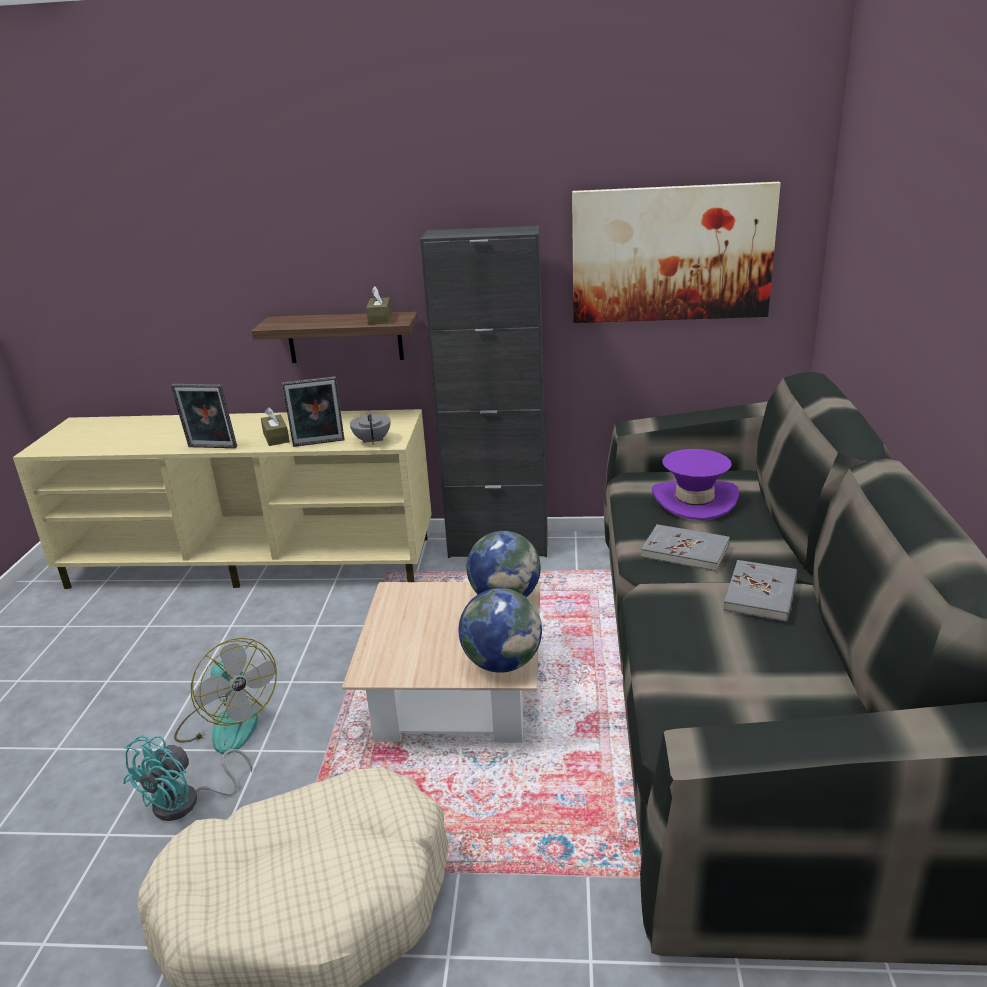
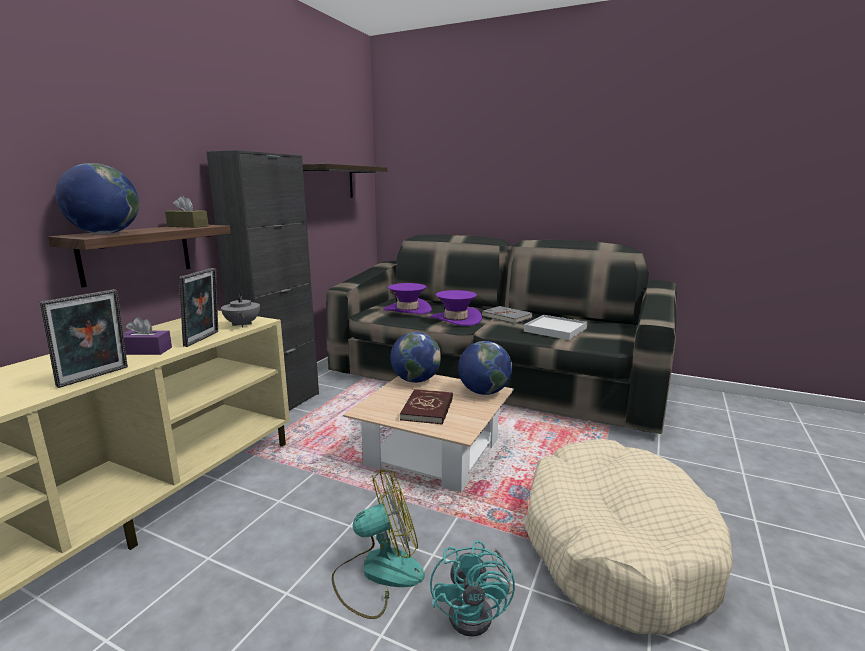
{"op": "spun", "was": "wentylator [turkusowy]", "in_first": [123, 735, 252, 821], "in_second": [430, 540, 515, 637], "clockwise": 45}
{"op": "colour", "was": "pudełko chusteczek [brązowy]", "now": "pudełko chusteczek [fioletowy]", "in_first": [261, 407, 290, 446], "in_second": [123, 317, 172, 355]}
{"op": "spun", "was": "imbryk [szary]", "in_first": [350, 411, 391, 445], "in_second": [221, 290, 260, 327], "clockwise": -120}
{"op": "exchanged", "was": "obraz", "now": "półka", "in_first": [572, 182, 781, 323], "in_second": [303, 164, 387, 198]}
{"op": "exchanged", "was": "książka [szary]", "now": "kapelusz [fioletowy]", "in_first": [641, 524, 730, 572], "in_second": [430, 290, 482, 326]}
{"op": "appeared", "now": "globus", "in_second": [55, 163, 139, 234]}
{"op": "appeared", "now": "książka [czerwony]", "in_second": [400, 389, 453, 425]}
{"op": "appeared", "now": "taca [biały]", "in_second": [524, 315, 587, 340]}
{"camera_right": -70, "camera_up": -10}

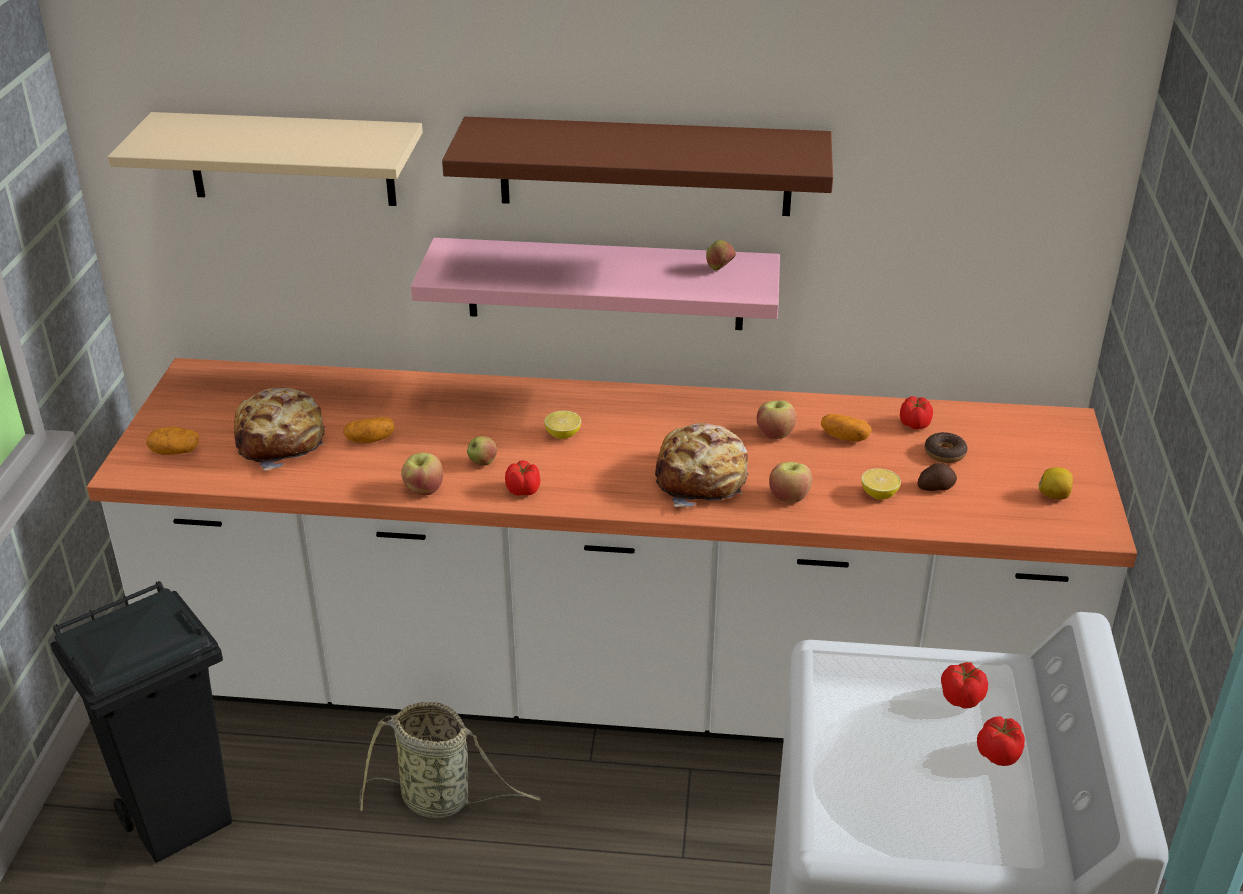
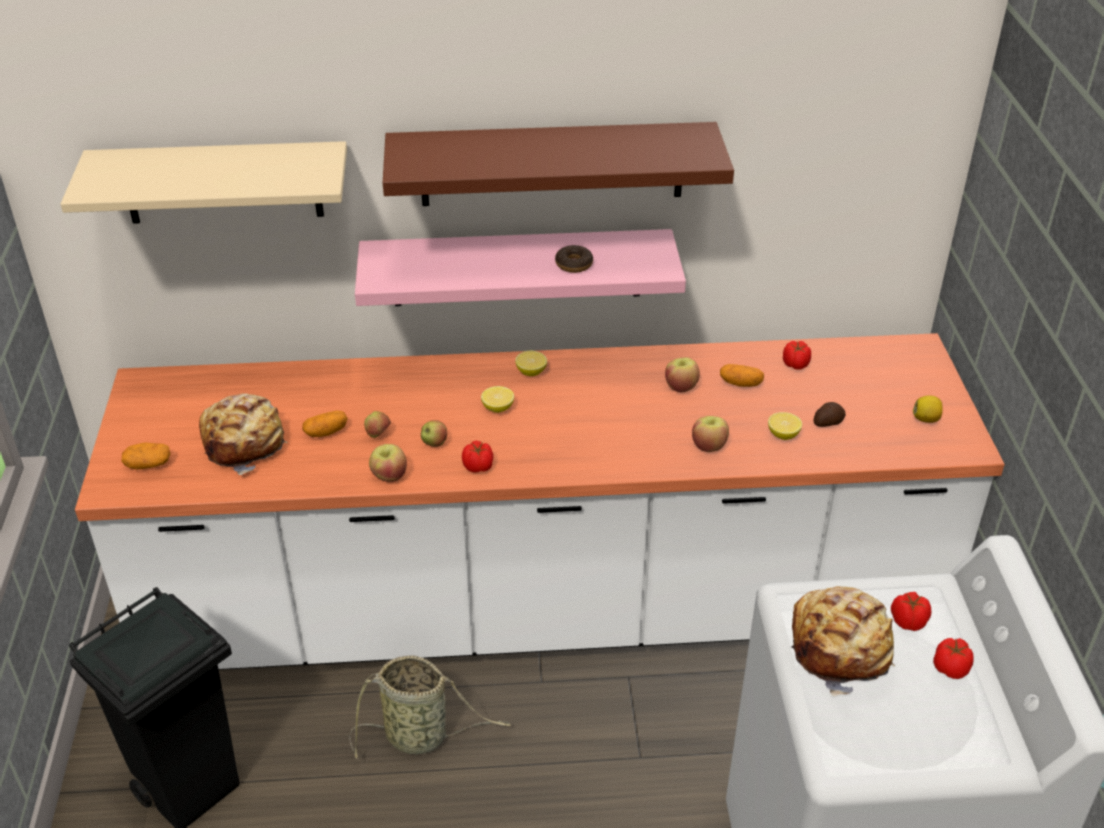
{"op": "relocated", "was": "chleb", "in_first": [655, 423, 748, 507], "in_second": [791, 586, 895, 696]}
{"op": "relocated", "was": "jabłko", "in_first": [706, 240, 736, 270], "in_second": [364, 411, 391, 438]}
{"op": "relocated", "was": "donut", "in_first": [925, 432, 968, 463], "in_second": [555, 245, 593, 273]}
{"op": "appeared", "now": "cytryna", "in_second": [515, 351, 547, 376]}
{"camera_right": -10, "camera_up": 5}

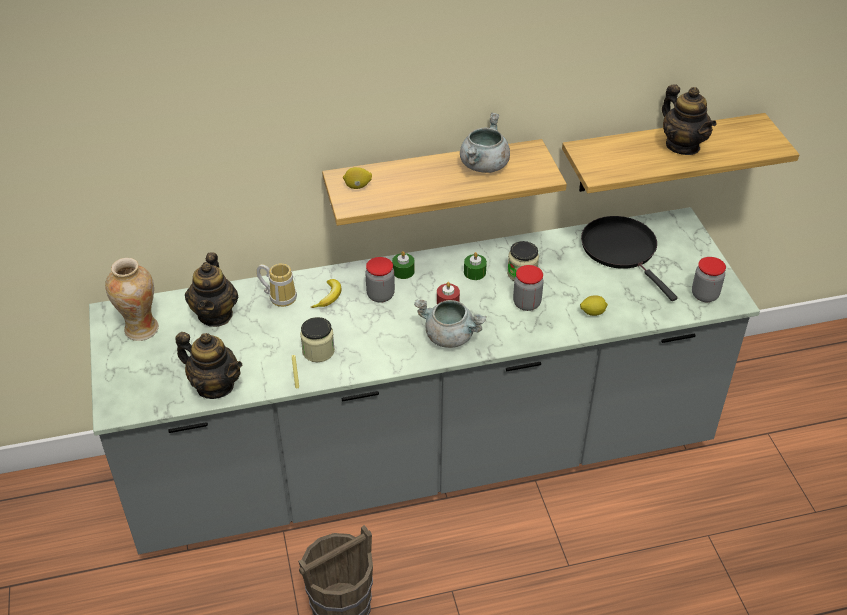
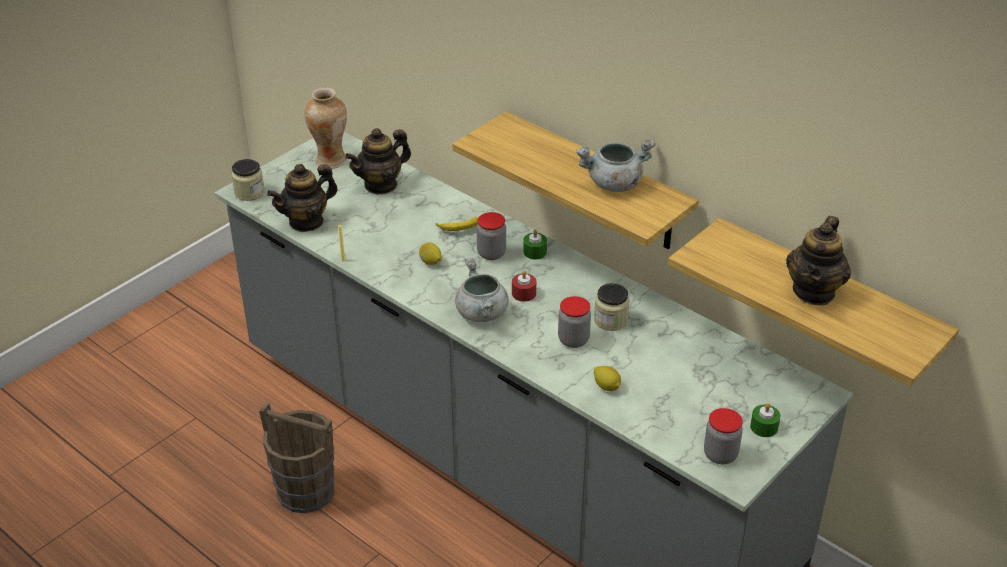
{"op": "spun", "was": "imbryk", "in_first": [176, 332, 242, 399], "in_second": [267, 164, 338, 232], "clockwise": 60}
{"op": "missing", "was": "kubek", "in_first": [256, 263, 297, 307]}
{"op": "relocated", "was": "słoik", "in_first": [300, 317, 335, 362], "in_second": [231, 159, 265, 201]}
{"op": "relocated", "was": "cytryna", "in_first": [343, 167, 372, 189], "in_second": [419, 243, 442, 265]}
{"op": "relocated", "was": "świeca [zielony]", "in_first": [464, 252, 487, 280], "in_second": [750, 403, 780, 437]}
{"op": "missing", "was": "patelnia [czarny]", "in_first": [581, 216, 678, 301]}
{"camera_right": 55, "camera_up": -5}

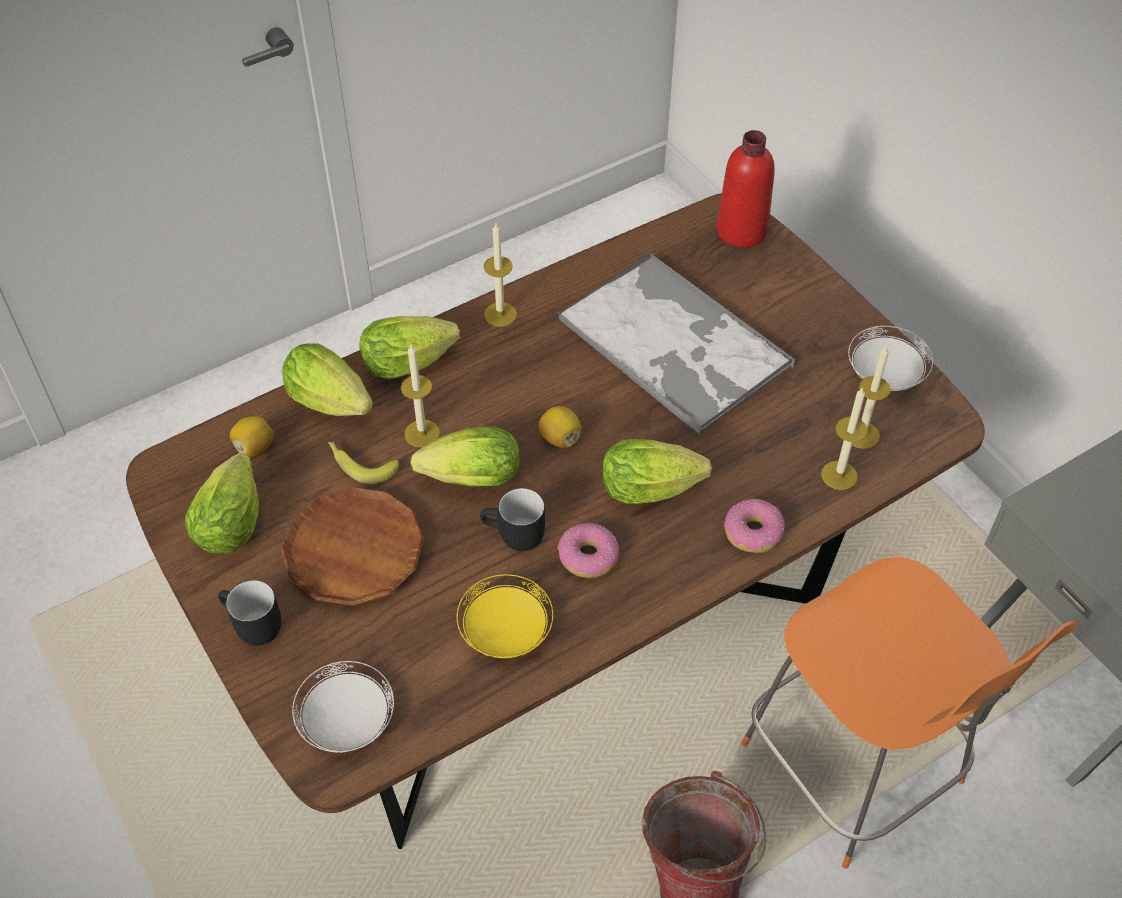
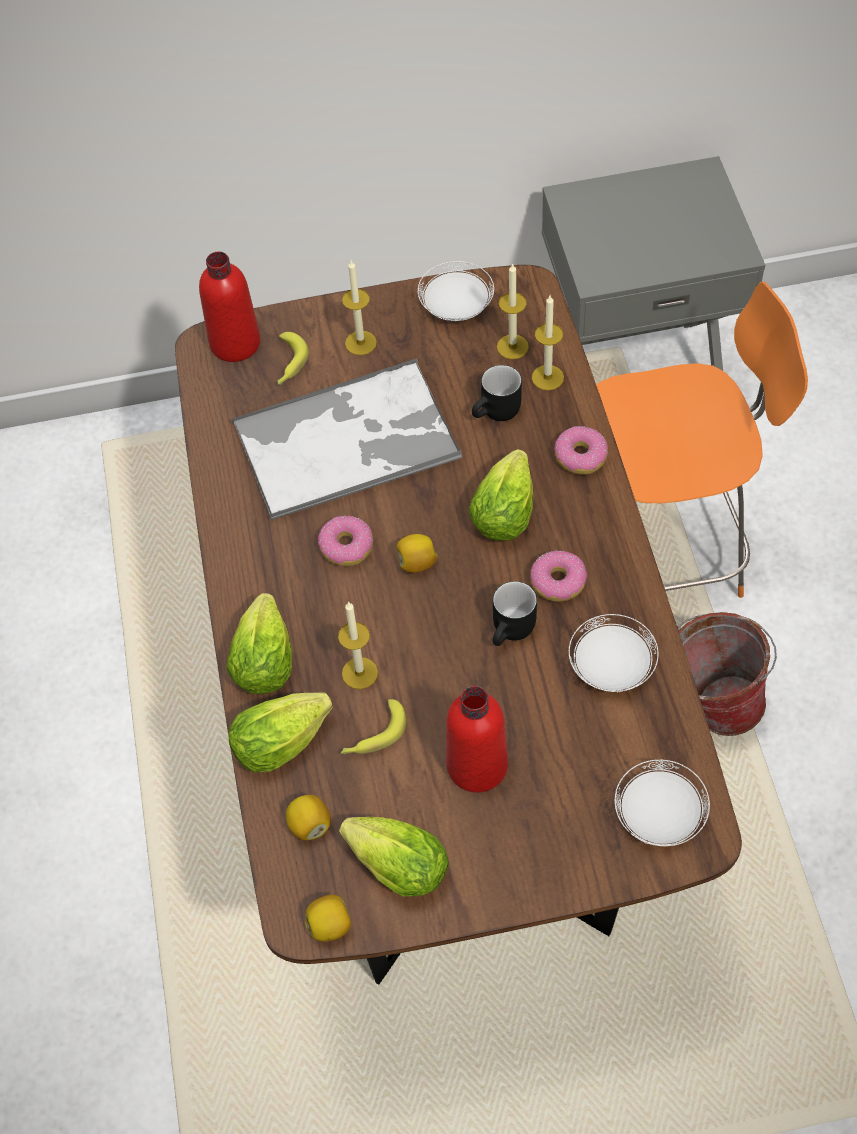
{"op": "relocated", "was": "kubek [czarny]", "in_first": [218, 580, 281, 646], "in_second": [472, 365, 522, 421]}
{"op": "exchanged", "was": "talerz [brązowy]", "now": "butelka [czerwony]", "in_first": [281, 487, 424, 605], "in_second": [446, 686, 508, 793]}
{"op": "missing", "was": "sałata", "in_first": [410, 426, 520, 487]}
{"op": "colour", "was": "talerz [żółty]", "now": "talerz [biały]", "in_first": [457, 574, 553, 658], "in_second": [569, 614, 659, 693]}
{"op": "relocated", "was": "świeca", "in_first": [484, 224, 517, 327], "in_second": [342, 261, 377, 355]}
{"op": "appeared", "now": "banan", "in_second": [277, 332, 309, 385]}
{"op": "appeared", "now": "cytryna", "in_second": [305, 895, 351, 942]}
{"op": "appeared", "now": "donut", "in_second": [318, 516, 373, 566]}
{"camera_right": -65, "camera_up": 5}

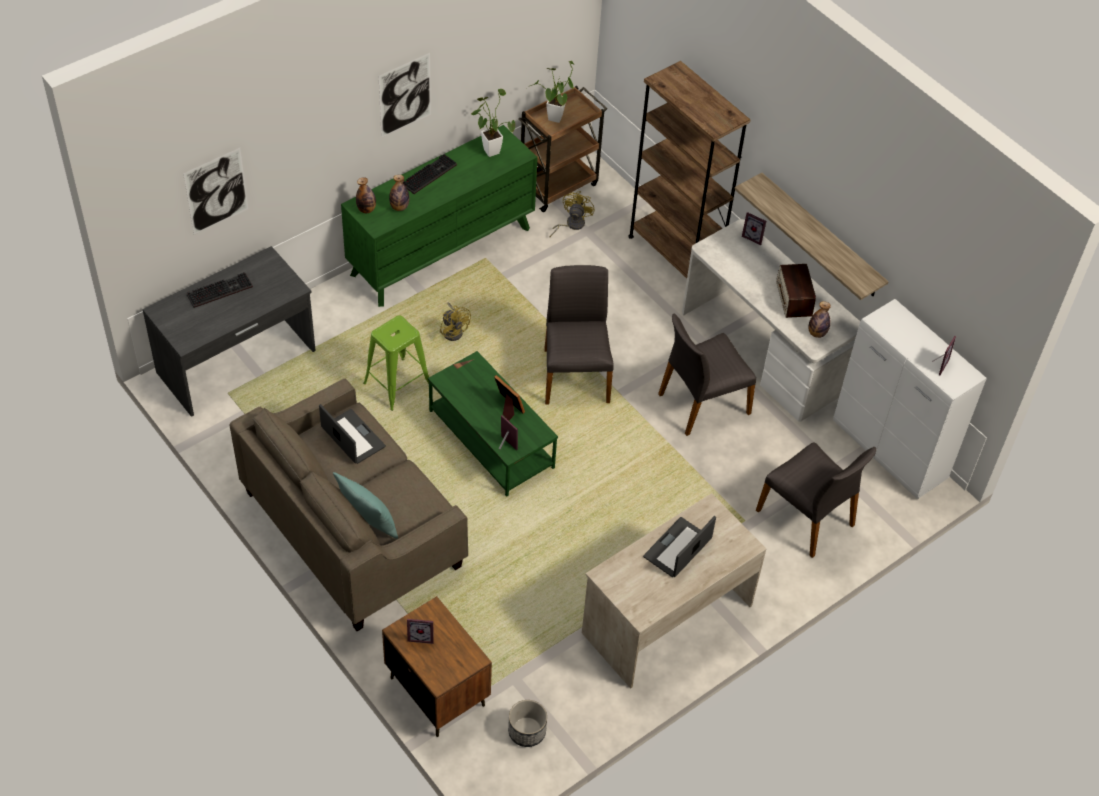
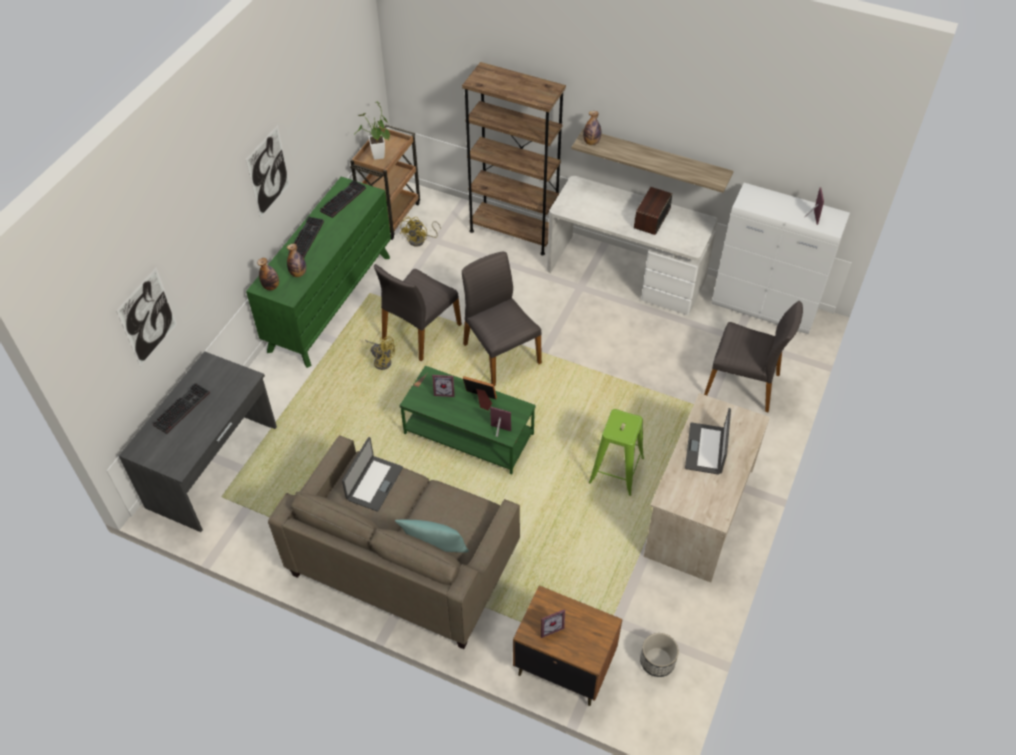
{"op": "spun", "was": "laptop", "in_first": [319, 404, 386, 464], "in_second": [342, 437, 403, 512], "clockwise": 90}
{"op": "relocated", "was": "stołek [zielony]", "in_first": [363, 315, 429, 411], "in_second": [589, 409, 644, 496]}
{"op": "exchanged", "was": "roślina doniczkowa", "now": "klawiatura", "in_first": [471, 89, 515, 157], "in_second": [320, 180, 366, 218]}
{"op": "spun", "was": "wentylator [żółty]", "in_first": [550, 191, 595, 237], "in_second": [400, 216, 441, 247], "clockwise": -150}
{"op": "relocated", "was": "krzesło [szary]", "in_first": [658, 313, 756, 436], "in_second": [374, 264, 462, 361]}
{"op": "relocated", "was": "ramka na zdjęcie", "in_first": [742, 212, 766, 245], "in_second": [432, 375, 455, 397]}
{"op": "spun", "was": "radio", "in_first": [776, 264, 816, 318], "in_second": [634, 187, 672, 235], "clockwise": 60}
{"op": "relocated", "was": "butelka", "in_first": [808, 301, 831, 338], "in_second": [583, 111, 601, 145]}
{"camera_right": -25, "camera_up": 0}

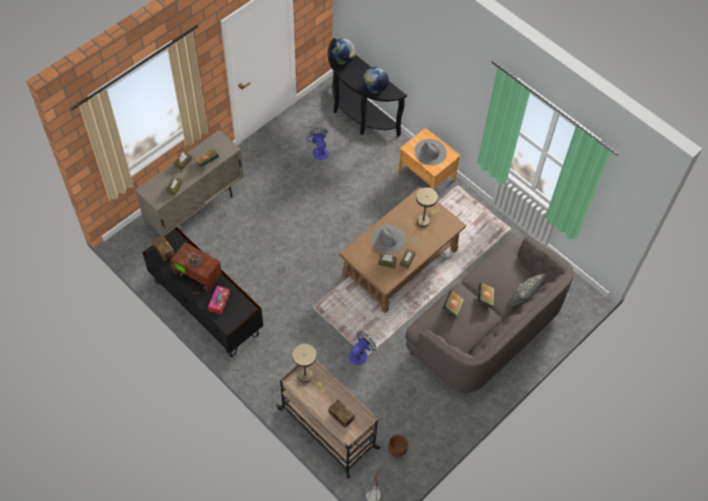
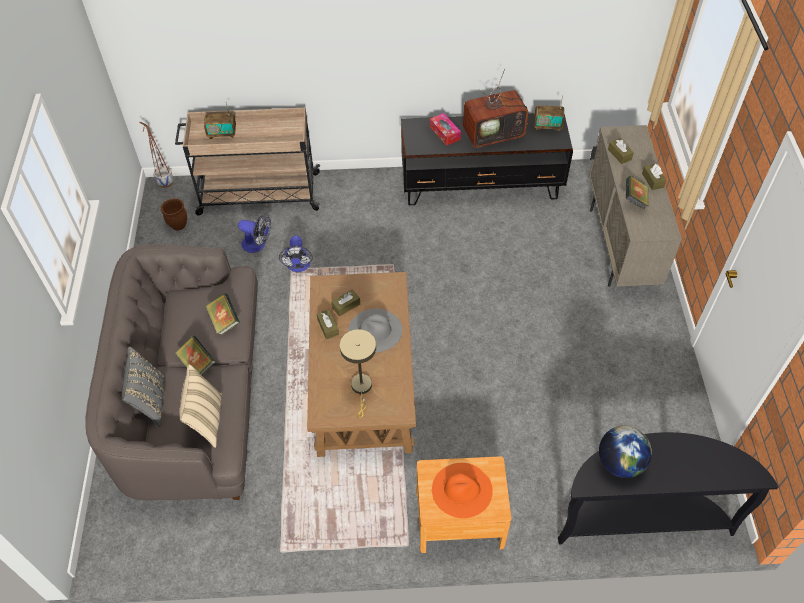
{"op": "missing", "was": "lampa stołowa [beżowy]", "in_first": [292, 344, 326, 391]}
{"op": "relocated", "was": "wentylator", "in_first": [307, 127, 329, 160], "in_second": [238, 214, 271, 253]}
{"op": "missing", "was": "globus", "in_first": [330, 38, 356, 65]}
{"op": "colour", "was": "kapelusz [szary]", "now": "kapelusz [pomarańczowy]", "in_first": [415, 139, 447, 165], "in_second": [432, 463, 493, 518]}
{"op": "appeared", "now": "poduszka [beżowy]", "in_second": [179, 365, 222, 448]}
{"camera_right": 135, "camera_up": -5}

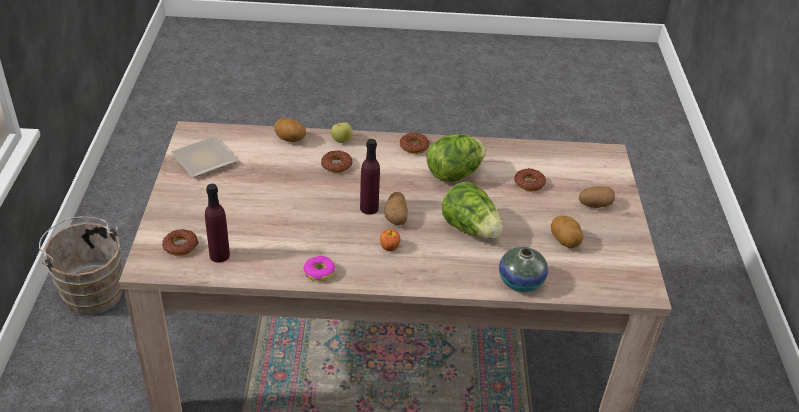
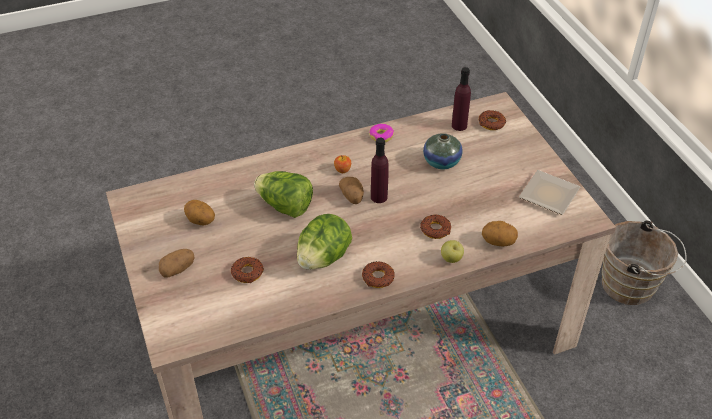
{"op": "relocated", "was": "wazon", "in_first": [499, 247, 548, 292], "in_second": [423, 133, 463, 169]}
{"camera_right": 160, "camera_up": 5}

